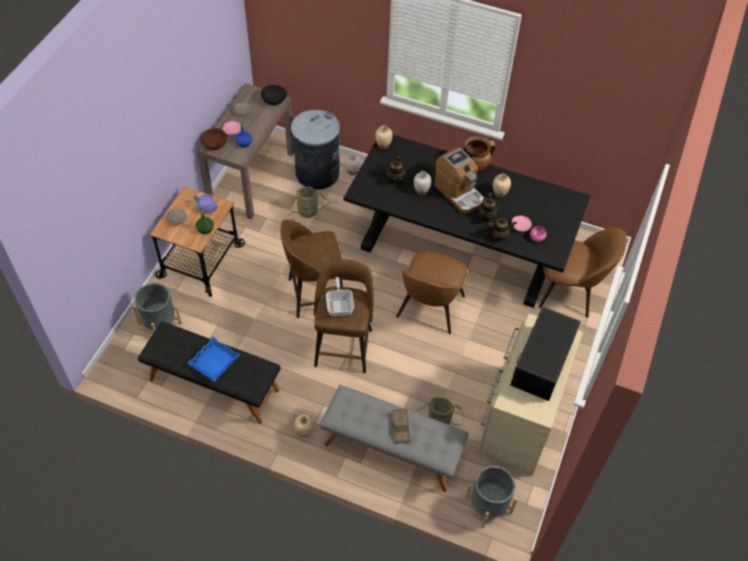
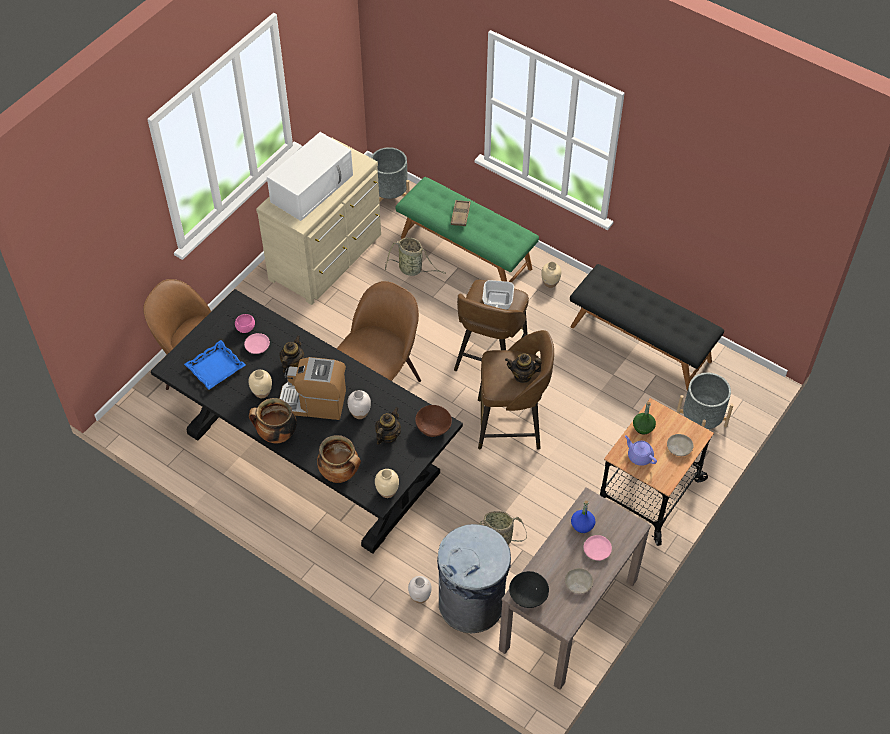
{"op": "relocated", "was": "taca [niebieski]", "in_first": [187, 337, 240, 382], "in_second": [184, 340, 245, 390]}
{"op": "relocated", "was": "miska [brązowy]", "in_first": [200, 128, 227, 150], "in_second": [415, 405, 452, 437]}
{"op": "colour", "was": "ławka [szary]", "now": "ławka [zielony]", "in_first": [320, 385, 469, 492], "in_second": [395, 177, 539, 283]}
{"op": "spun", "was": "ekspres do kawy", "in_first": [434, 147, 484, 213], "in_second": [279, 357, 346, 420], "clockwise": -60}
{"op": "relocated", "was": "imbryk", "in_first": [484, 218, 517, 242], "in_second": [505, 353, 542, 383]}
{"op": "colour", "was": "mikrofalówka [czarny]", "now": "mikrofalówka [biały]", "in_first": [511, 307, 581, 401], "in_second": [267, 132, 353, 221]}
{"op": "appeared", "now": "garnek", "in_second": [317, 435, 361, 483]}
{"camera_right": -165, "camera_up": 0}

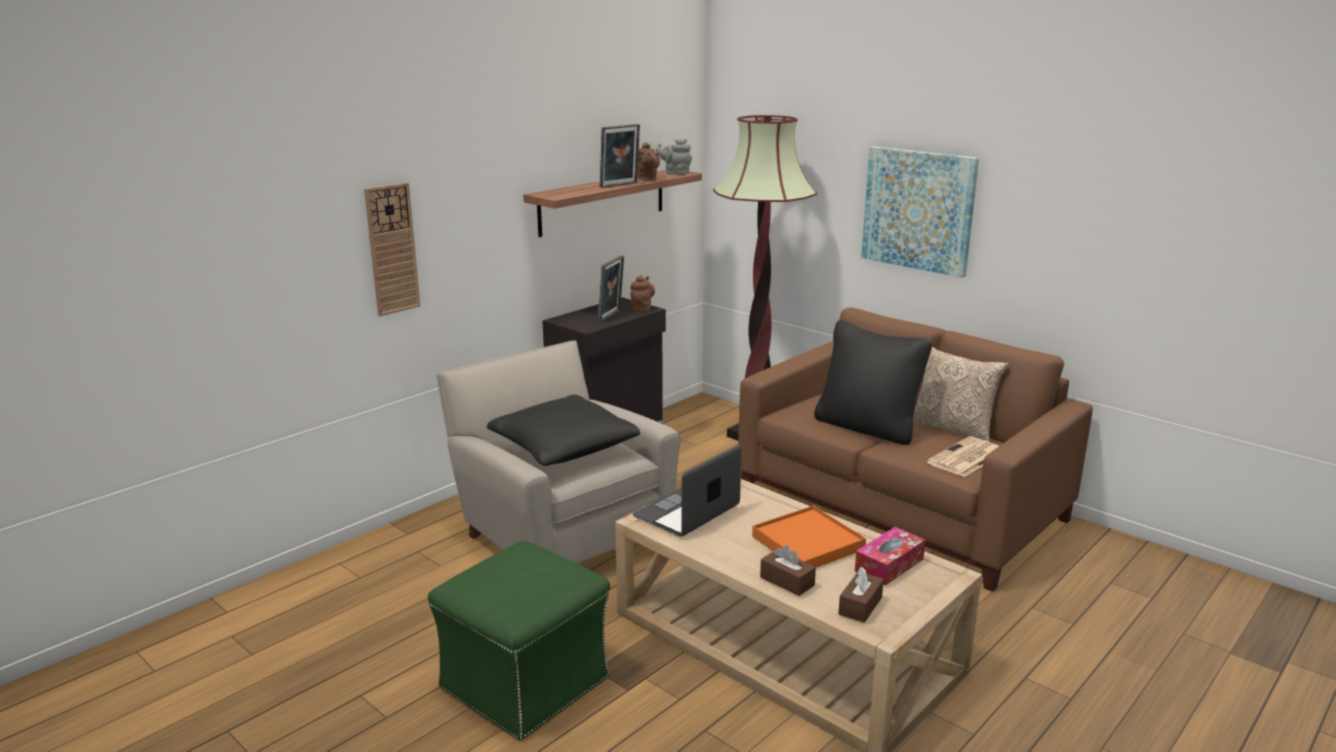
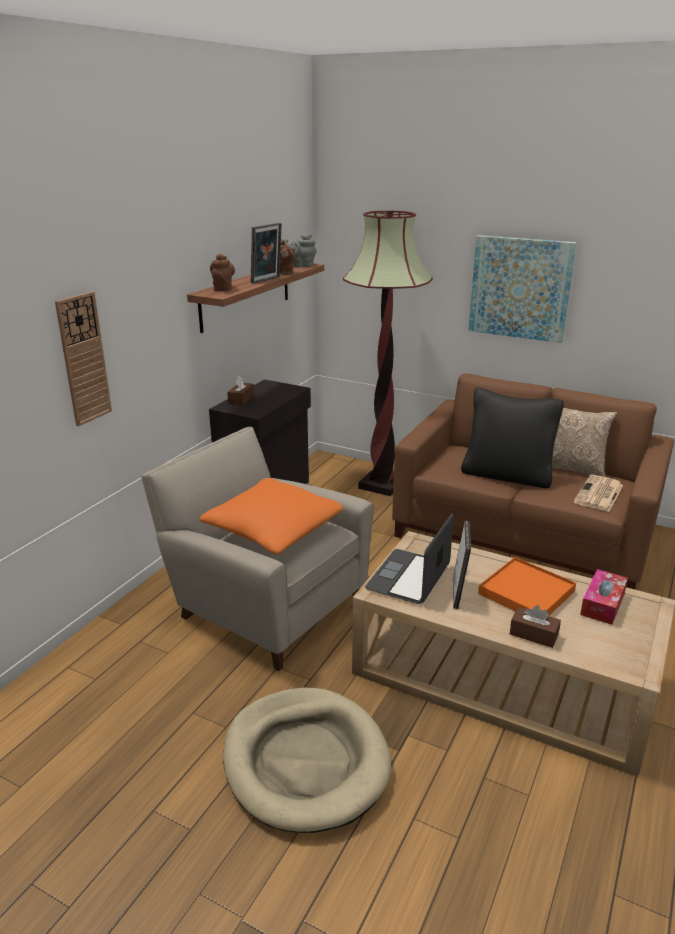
{"op": "exchanged", "was": "pufa [zielony]", "now": "legowisko [beżowy]", "in_first": [428, 541, 610, 740], "in_second": [223, 688, 391, 833]}
{"op": "colour", "was": "poduszka [czarny]", "now": "poduszka [pomarańczowy]", "in_first": [487, 395, 640, 466], "in_second": [200, 478, 343, 554]}
{"op": "relocated", "was": "ramka na zdjęcie", "in_first": [598, 255, 624, 322], "in_second": [453, 521, 471, 609]}
{"op": "relocated", "was": "imbryk [brązowy]", "in_first": [630, 275, 655, 312], "in_second": [210, 254, 235, 291]}
{"op": "relocated", "was": "pudełko chusteczek [brązowy]", "in_first": [838, 567, 884, 623], "in_second": [227, 376, 254, 406]}
{"camera_right": -15, "camera_up": 5}

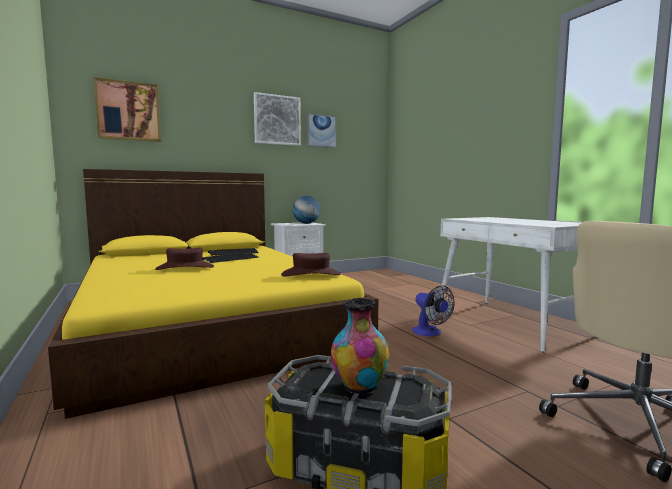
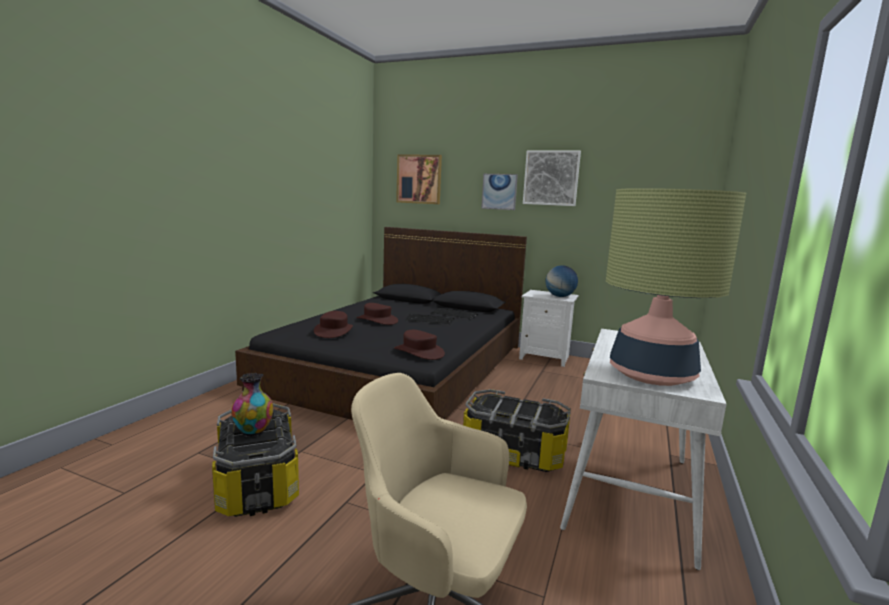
{"op": "colour", "was": "łóżko [żółty]", "now": "łóżko [czarny]", "in_first": [48, 169, 379, 419], "in_second": [235, 227, 527, 420]}
{"op": "relocated", "was": "obraz", "in_first": [307, 114, 336, 148], "in_second": [481, 174, 518, 210]}
{"op": "exchanged", "was": "wentylator", "now": "pojemnik do przechowywania", "in_first": [412, 286, 455, 336], "in_second": [463, 389, 571, 472]}
{"op": "appeared", "now": "kapelusz [brązowy]", "in_second": [314, 311, 353, 338]}
{"op": "appeared", "now": "lampa stołowa", "in_second": [606, 188, 746, 386]}
{"camera_right": 50, "camera_up": 5}

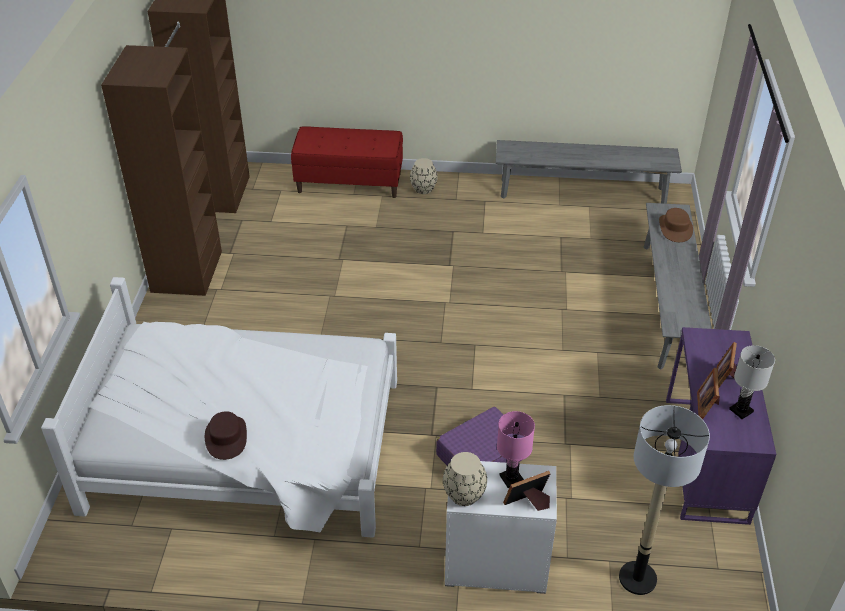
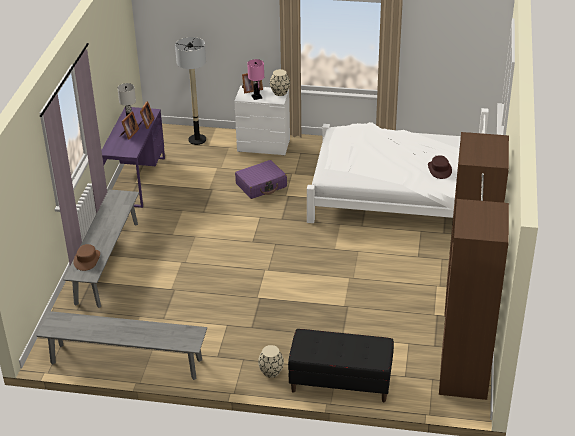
{"op": "relocated", "was": "kapelusz [brązowy]", "in_first": [205, 411, 247, 460], "in_second": [428, 155, 452, 179]}
{"op": "colour", "was": "ławka [czerwony]", "now": "ławka [czarny]", "in_first": [291, 127, 403, 198], "in_second": [288, 329, 394, 402]}
{"camera_right": -175, "camera_up": -5}

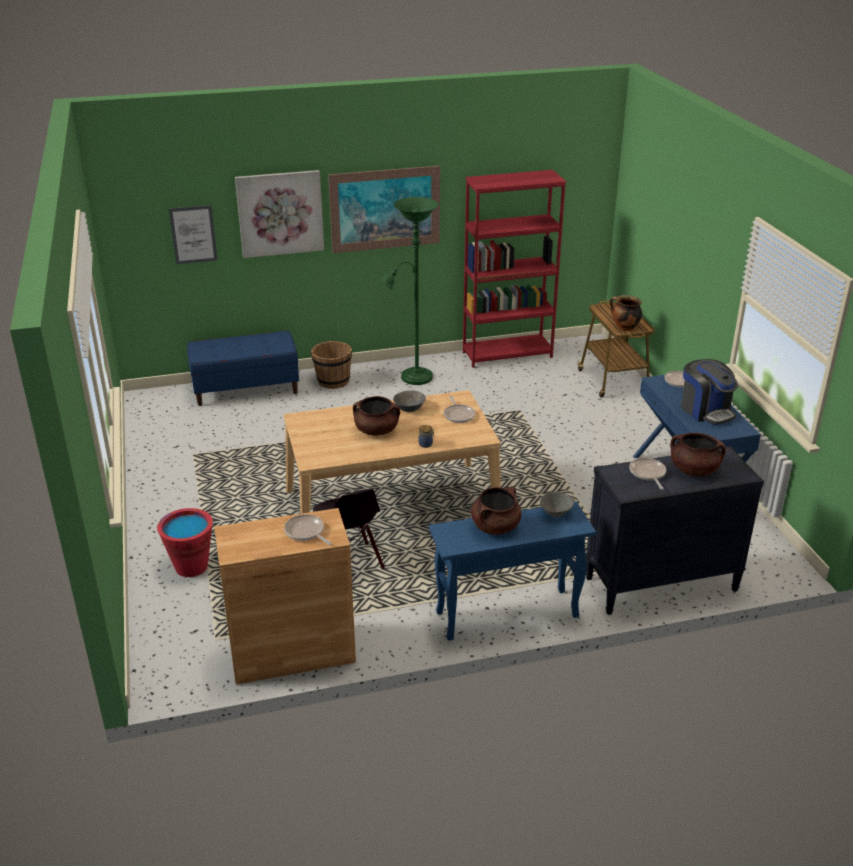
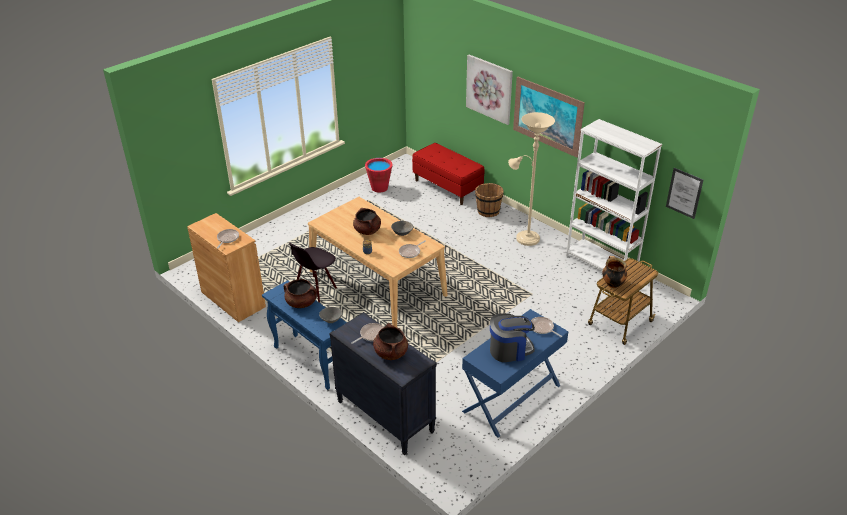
{"op": "relocated", "was": "wiadro [czerwony]", "in_first": [157, 508, 213, 577], "in_second": [365, 158, 392, 193]}
{"op": "relocated", "was": "obraz", "in_first": [169, 205, 218, 264], "in_second": [666, 168, 703, 219]}
{"op": "colour", "was": "ławka [niebieski]", "now": "ławka [czerwony]", "in_first": [187, 331, 299, 406], "in_second": [412, 143, 485, 205]}
{"op": "colour", "was": "lampa stojąca [zielony]", "now": "lampa stojąca [beżowy]", "in_first": [378, 197, 438, 385], "in_second": [508, 112, 555, 246]}
{"op": "colour", "was": "regał [czerwony]", "now": "regał [biały]", "in_first": [463, 170, 566, 368], "in_second": [566, 119, 662, 271]}
{"op": "spun", "was": "ekspres do kawy", "in_first": [681, 359, 738, 425], "in_second": [490, 313, 535, 362], "clockwise": -135}
{"camera_right": 60, "camera_up": 5}

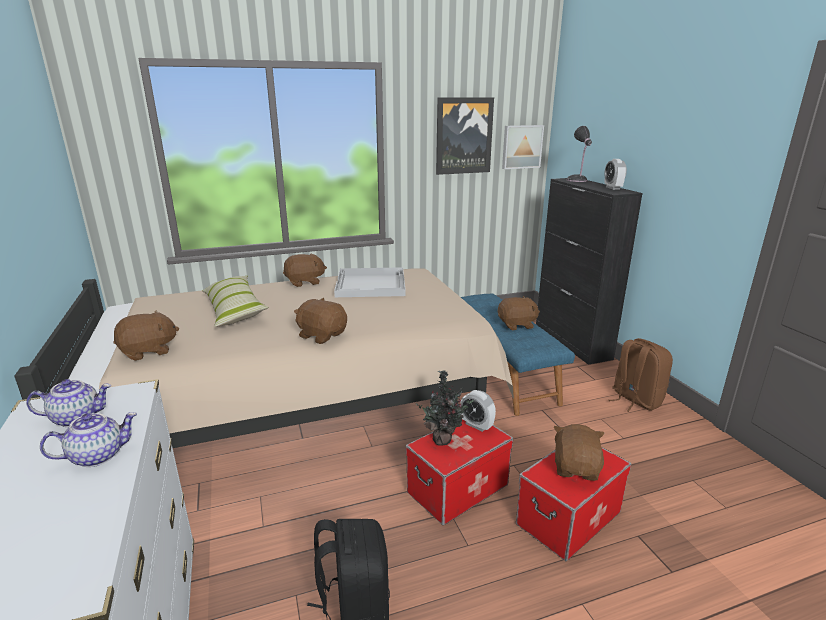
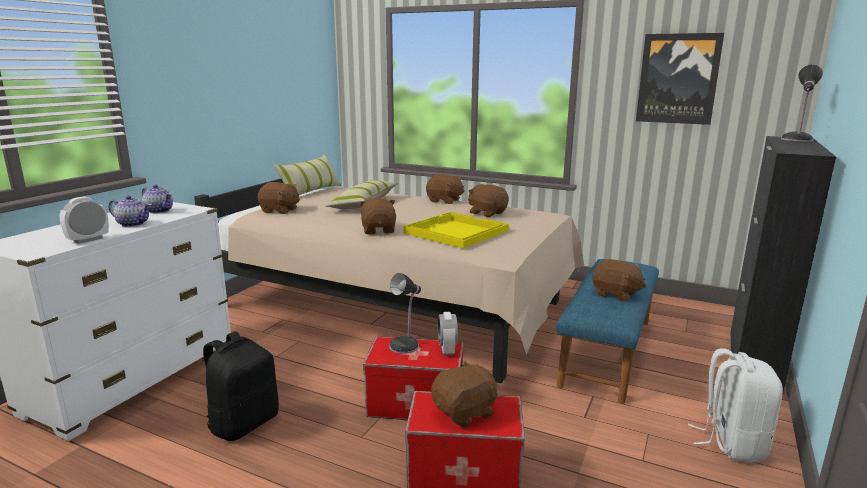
{"op": "exchanged", "was": "taca [biały]", "now": "pluszak [brązowy]", "in_first": [334, 267, 406, 297], "in_second": [468, 184, 509, 217]}
{"op": "exchanged", "was": "roślina doniczkowa", "now": "lampa stołowa", "in_first": [416, 370, 474, 446], "in_second": [389, 273, 421, 354]}
{"op": "missing", "was": "obraz", "in_first": [502, 125, 544, 169]}
{"op": "relocated", "was": "budzik", "in_first": [604, 159, 627, 190], "in_second": [60, 197, 109, 244]}
{"op": "colour", "was": "plecak [brązowy]", "now": "plecak [biały]", "in_first": [609, 338, 673, 412], "in_second": [688, 349, 783, 462]}
{"op": "appeared", "now": "poduszka", "in_second": [273, 154, 341, 195]}
{"op": "appeared", "now": "taca [żółty]", "in_second": [403, 212, 509, 249]}
{"camera_right": 45, "camera_up": -5}

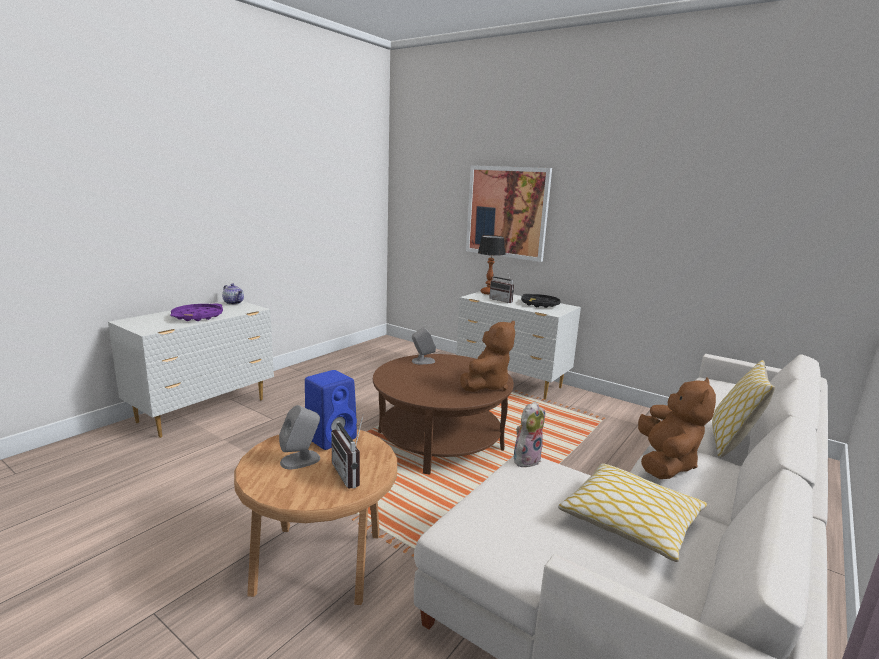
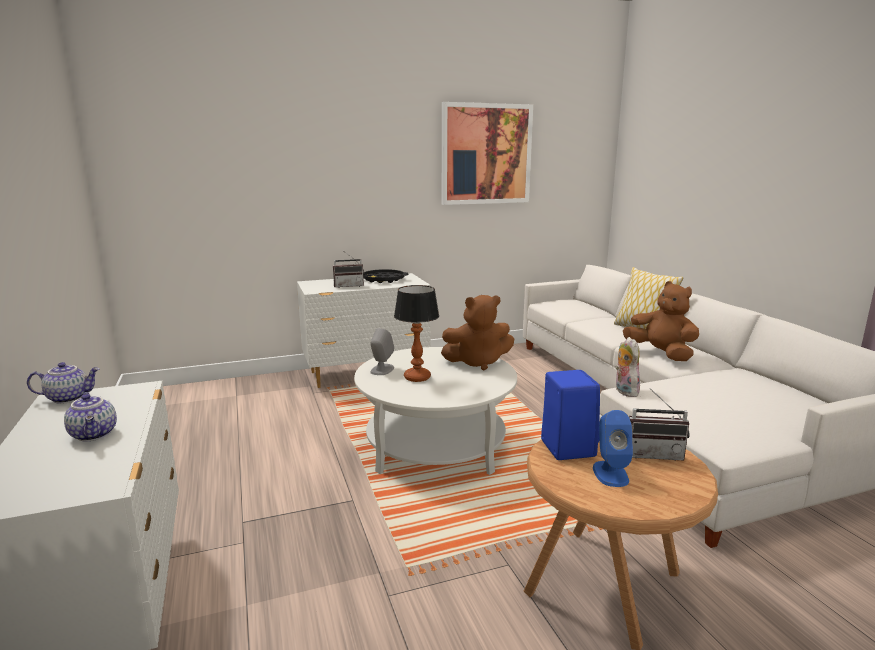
{"op": "exchanged", "was": "taca [fioletowy]", "now": "imbryk", "in_first": [170, 304, 223, 321], "in_second": [64, 392, 117, 442]}
{"op": "colour", "was": "głośnik [szary]", "now": "głośnik [niebieski]", "in_first": [279, 405, 320, 469], "in_second": [593, 410, 633, 487]}
{"op": "colour", "was": "ława [brązowy]", "now": "ława [biały]", "in_first": [373, 354, 514, 475], "in_second": [354, 347, 517, 475]}
{"op": "spun", "was": "pluszak [brązowy]", "in_first": [460, 321, 515, 392], "in_second": [441, 295, 514, 370], "clockwise": 105}
{"op": "relocated", "was": "obraz", "in_first": [466, 165, 552, 262], "in_second": [442, 102, 533, 205]}
{"op": "relocated", "was": "lampa stołowa", "in_first": [478, 235, 506, 295], "in_second": [394, 285, 439, 382]}
{"op": "missing", "was": "poduszka", "in_first": [558, 463, 707, 562]}
{"camera_right": -55, "camera_up": 0}

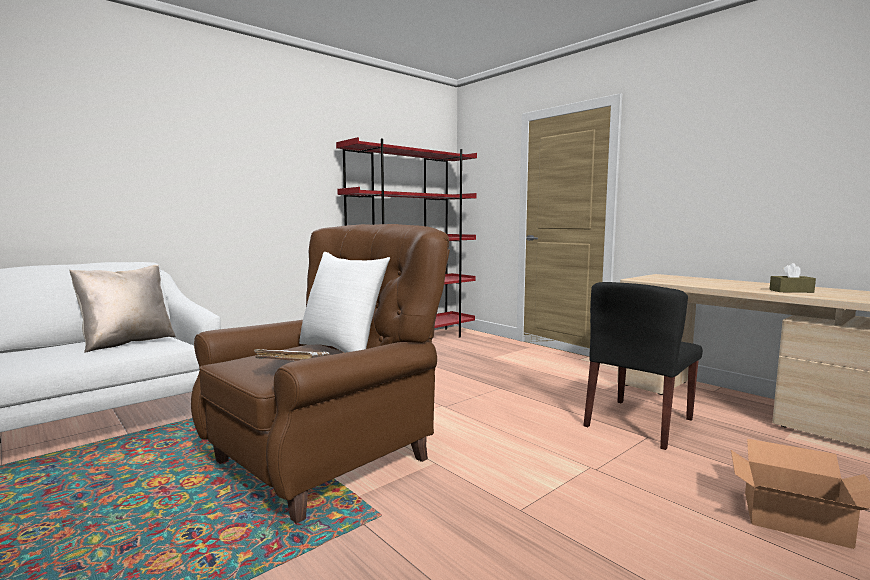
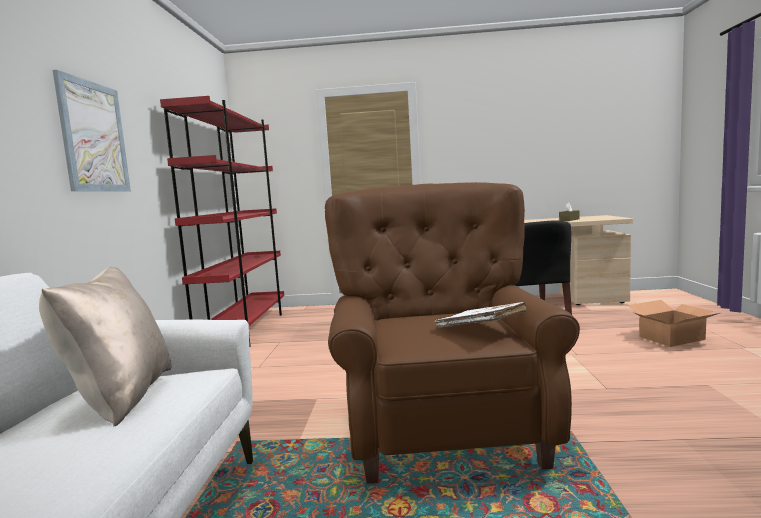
{"op": "missing", "was": "poduszka [biały]", "in_first": [299, 252, 390, 353]}
{"op": "appeared", "now": "obraz", "in_second": [53, 70, 131, 191]}
{"camera_right": -45, "camera_up": 0}

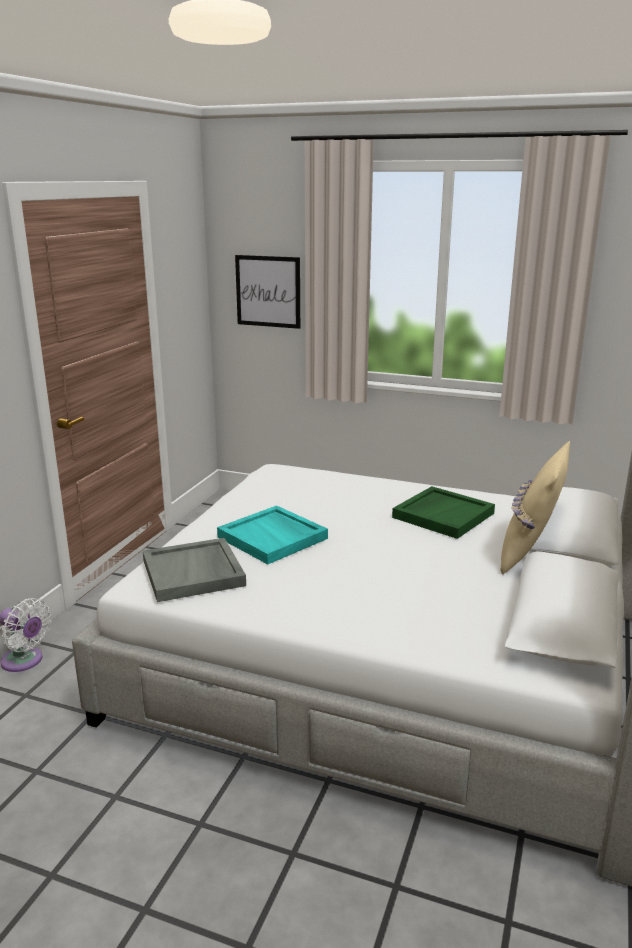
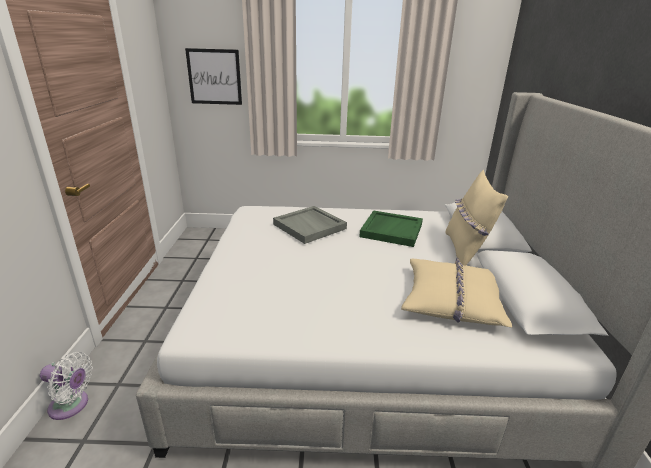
{"op": "relocated", "was": "taca [szary]", "in_first": [143, 538, 246, 602], "in_second": [273, 206, 347, 244]}
{"op": "missing", "was": "taca [turkusowy]", "in_first": [217, 506, 328, 564]}
{"op": "appeared", "now": "poduszka [beżowy]", "in_second": [401, 258, 512, 327]}
{"camera_right": -20, "camera_up": 5}

